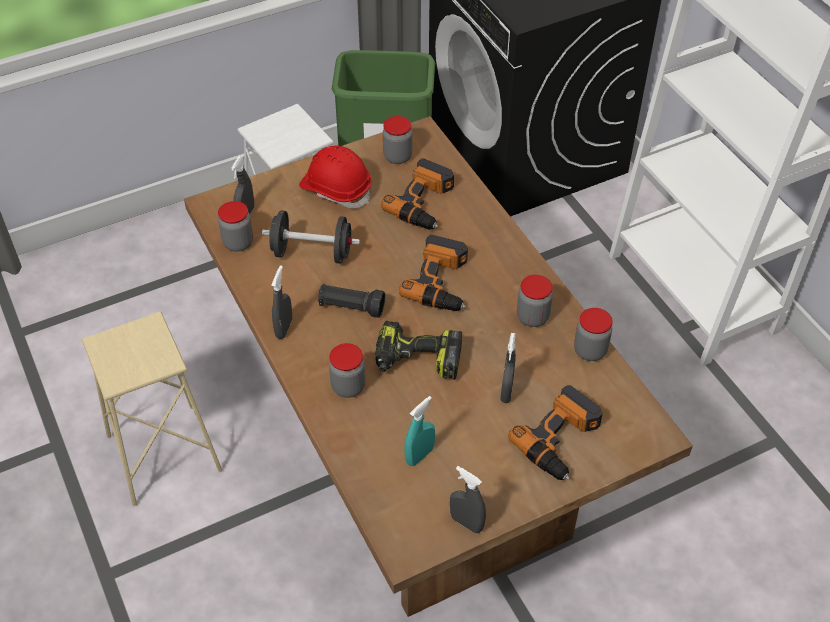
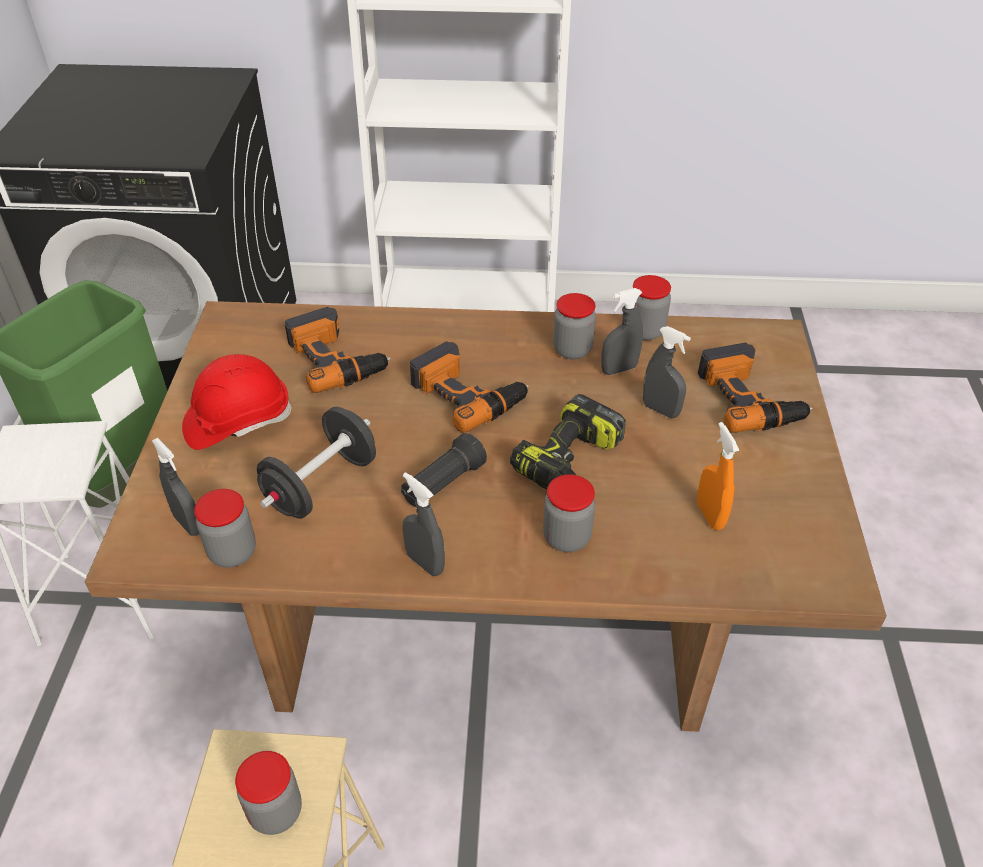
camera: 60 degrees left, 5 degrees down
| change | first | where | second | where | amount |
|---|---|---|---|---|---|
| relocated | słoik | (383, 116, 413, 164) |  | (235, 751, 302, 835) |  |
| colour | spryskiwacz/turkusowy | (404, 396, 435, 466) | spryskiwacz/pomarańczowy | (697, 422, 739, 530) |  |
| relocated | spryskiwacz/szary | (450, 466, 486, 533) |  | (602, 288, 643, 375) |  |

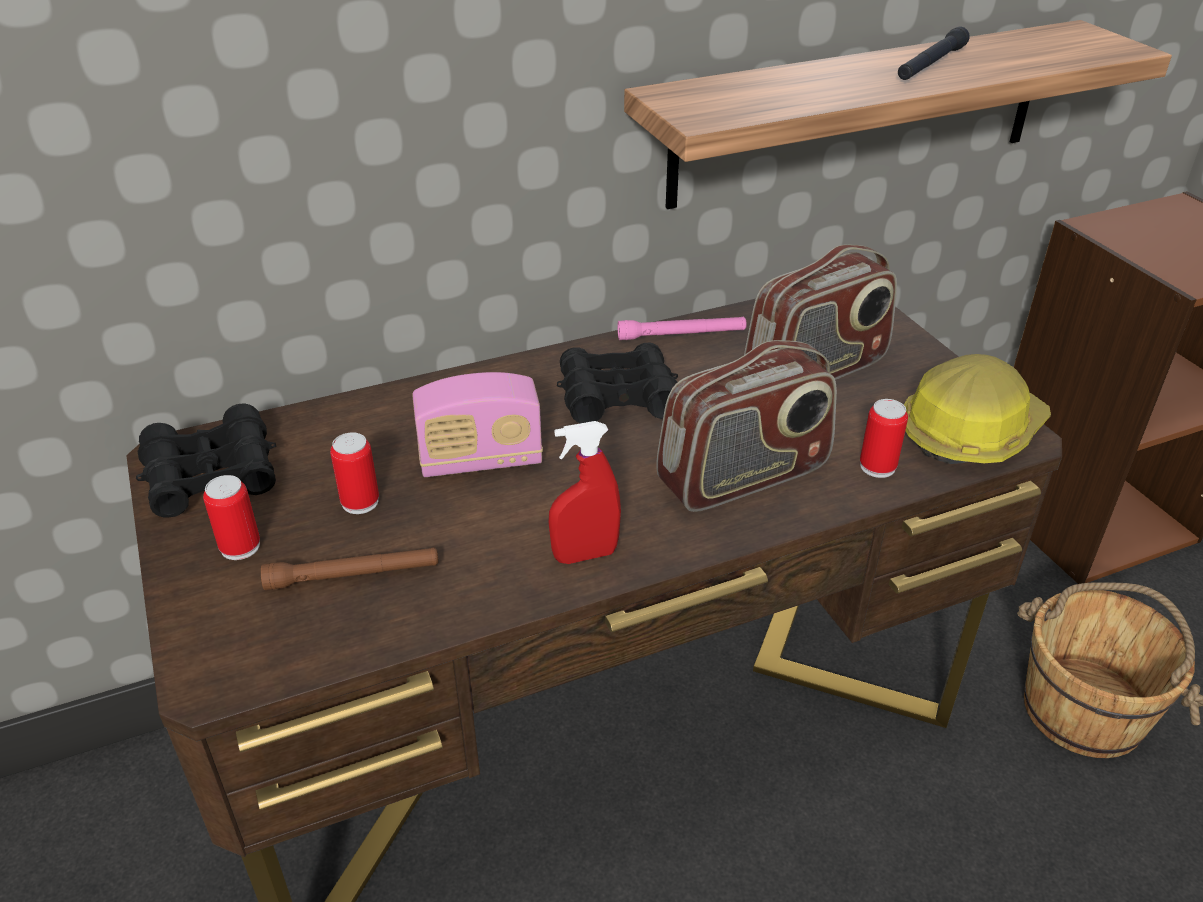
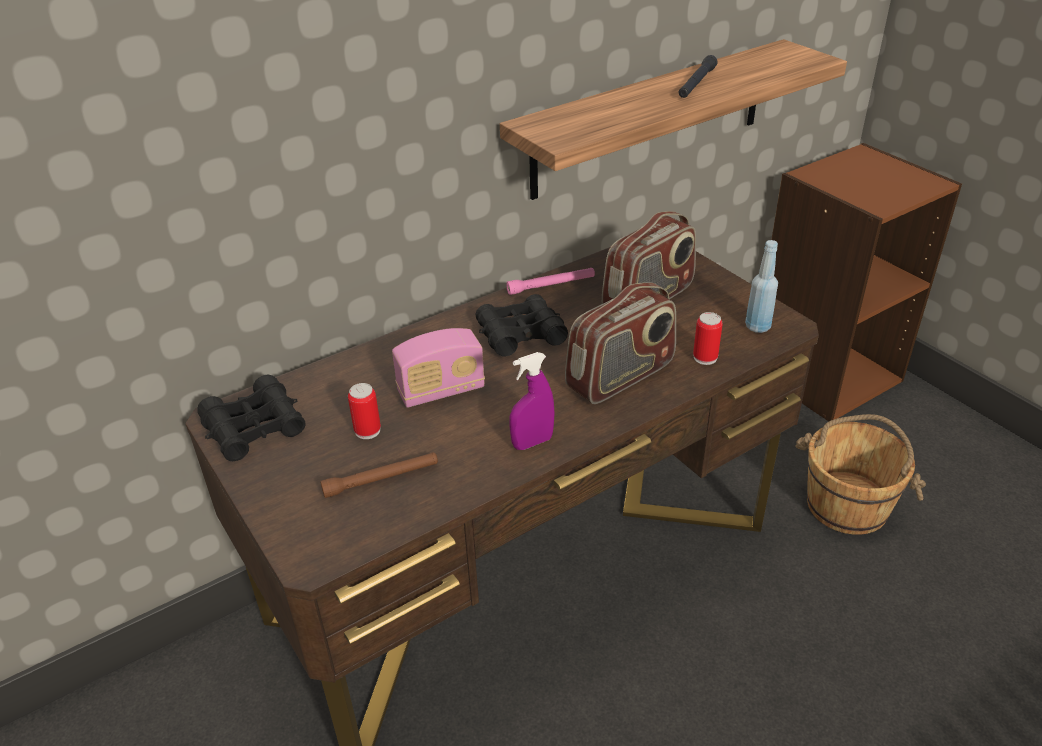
camera: 10 degrees left, 0 degrees up
| change | first | where | second | where | amount |
|---|---|---|---|---|---|
| missing | puszka | (203, 475, 260, 560) |  |  |  |
| colour | spryskiwacz/czerwony | (548, 421, 621, 564) | spryskiwacz/fioletowy | (510, 352, 555, 450) |  |
| exchanged | kask | (904, 354, 1051, 464) | butelka/niebieski | (745, 240, 778, 333) |  |

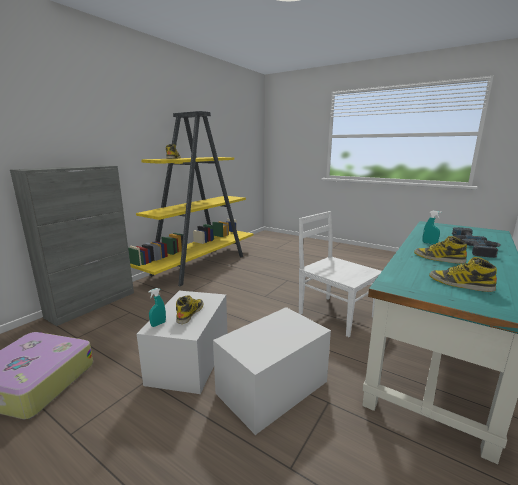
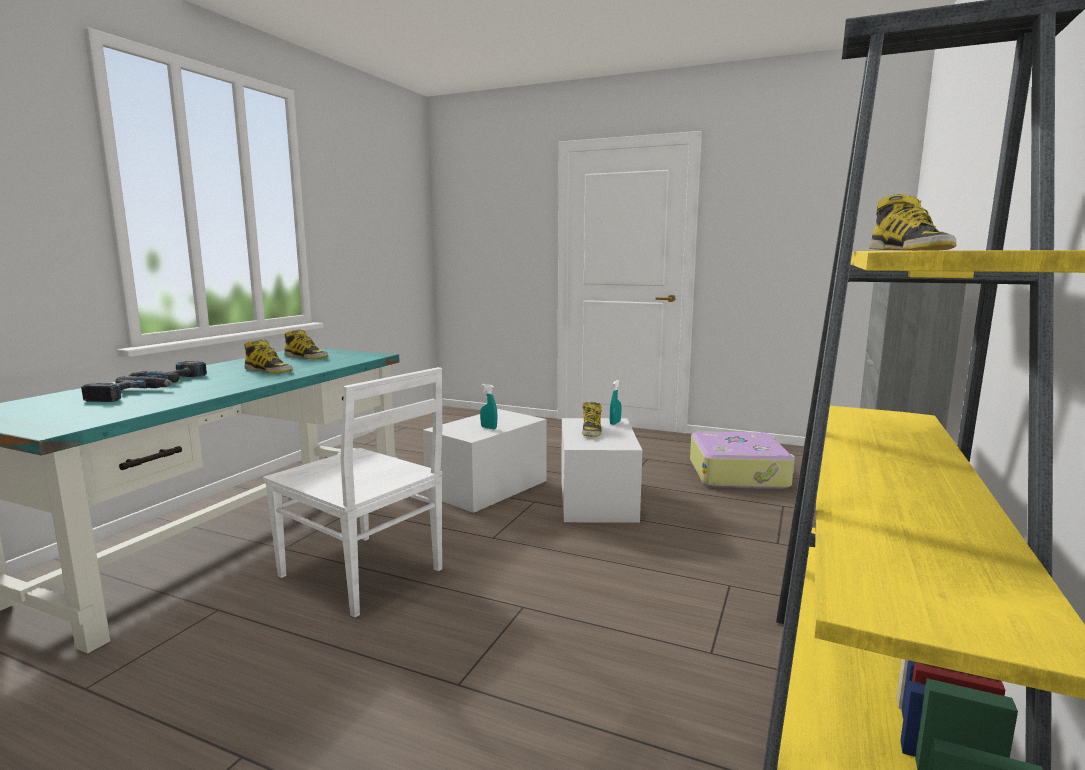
camera: 170 degrees right, 5 degrees down
| change | first | where | second | where | amount |
|---|---|---|---|---|---|
| relocated | spryskiwacz/turkusowy | (423, 211, 441, 244) |  | (480, 384, 498, 429) |  |

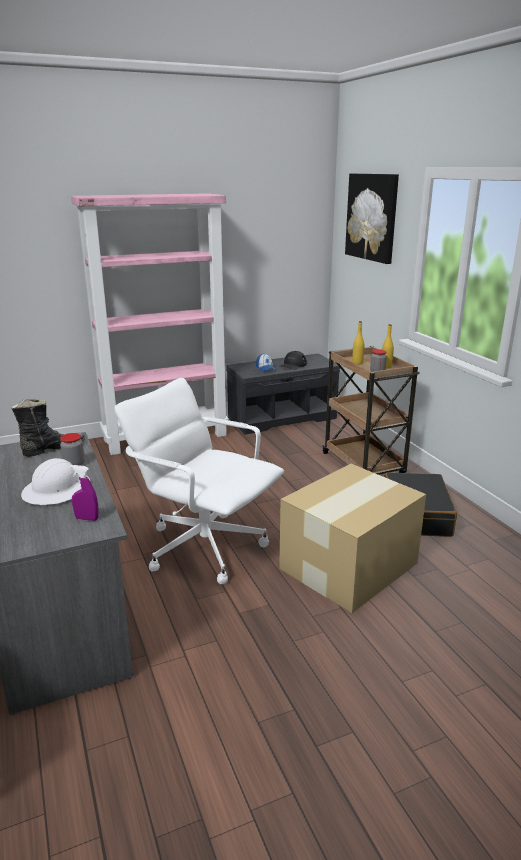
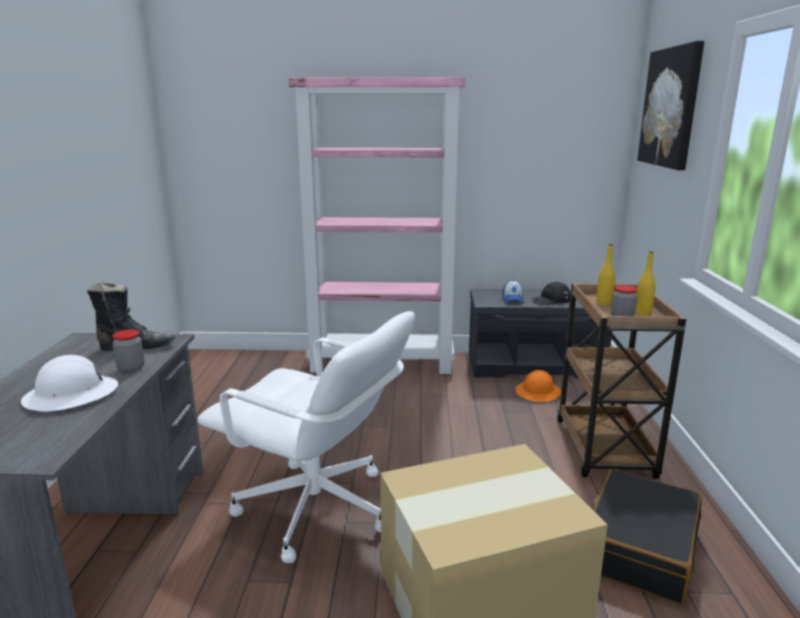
camera: 25 degrees right, 5 degrees down
| change | first | where | second | where | amount |
|---|---|---|---|---|---|
| missing | spryskiwacz/fioletowy | (70, 465, 99, 521) |  |  |  |
| spun | krzesło biurowe/biały | (114, 378, 284, 584) |  | (197, 311, 415, 563) | 150 degrees clockwise |
| appeared |  |  | kask/pomarańczowy | (515, 370, 561, 402) |  |

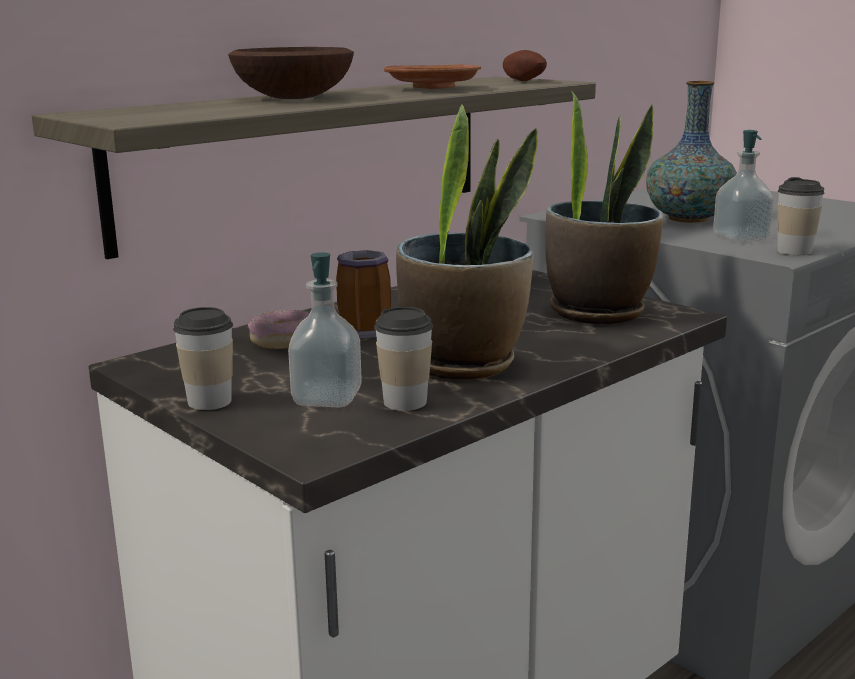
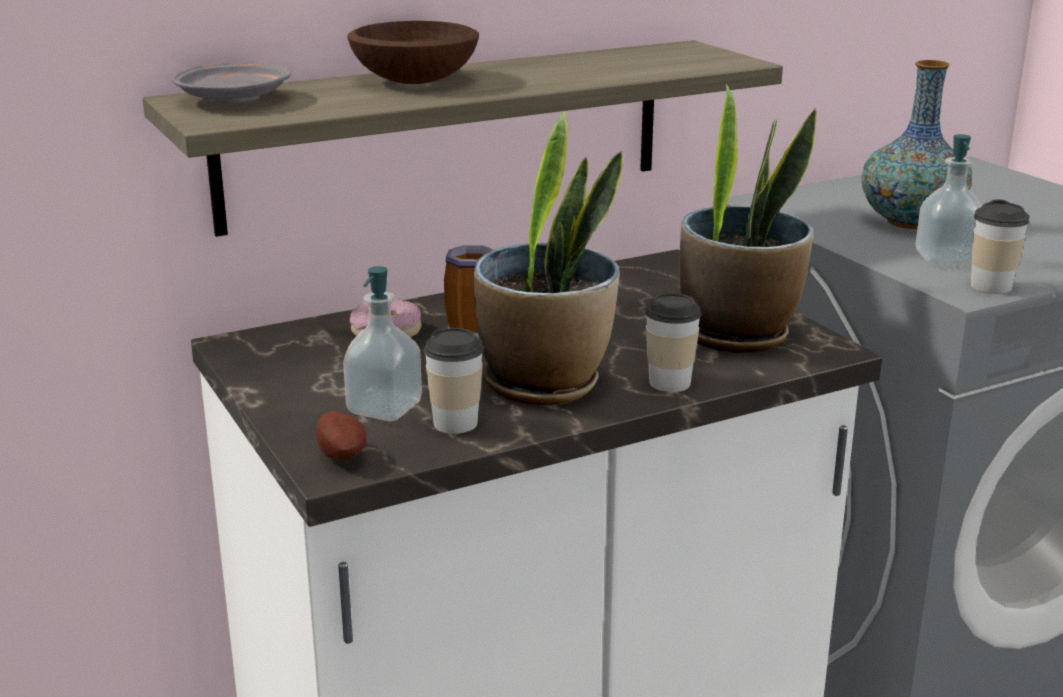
camera: 15 degrees right, 5 degrees up
| change | first | where | second | where | amount |
|---|---|---|---|---|---|
| relocated | filiżanka | (173, 307, 233, 410) |  | (645, 293, 702, 392) |  |
| missing | talerz/brązowy | (384, 64, 481, 89) |  |  |  |
| relocated | ziemniak | (503, 50, 547, 81) |  | (316, 411, 367, 460) |  |
| appeared |  |  | talerz/szary | (172, 62, 291, 104) |  |

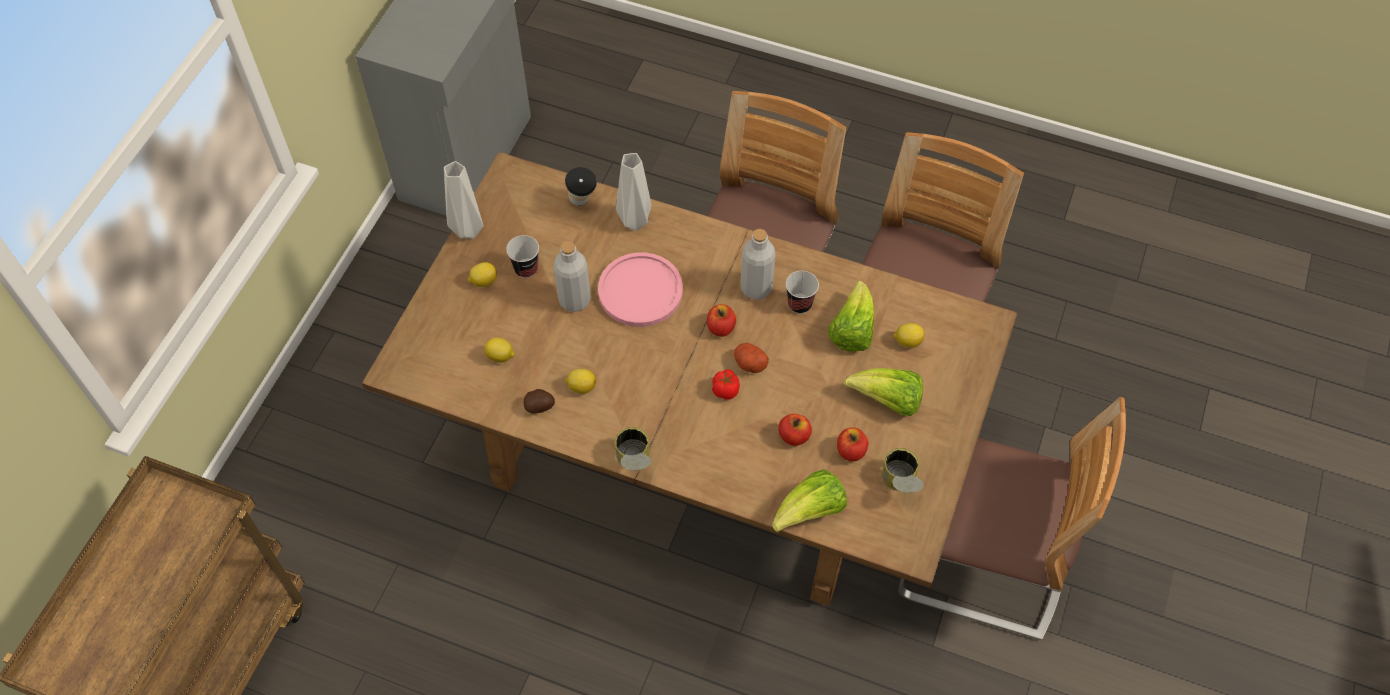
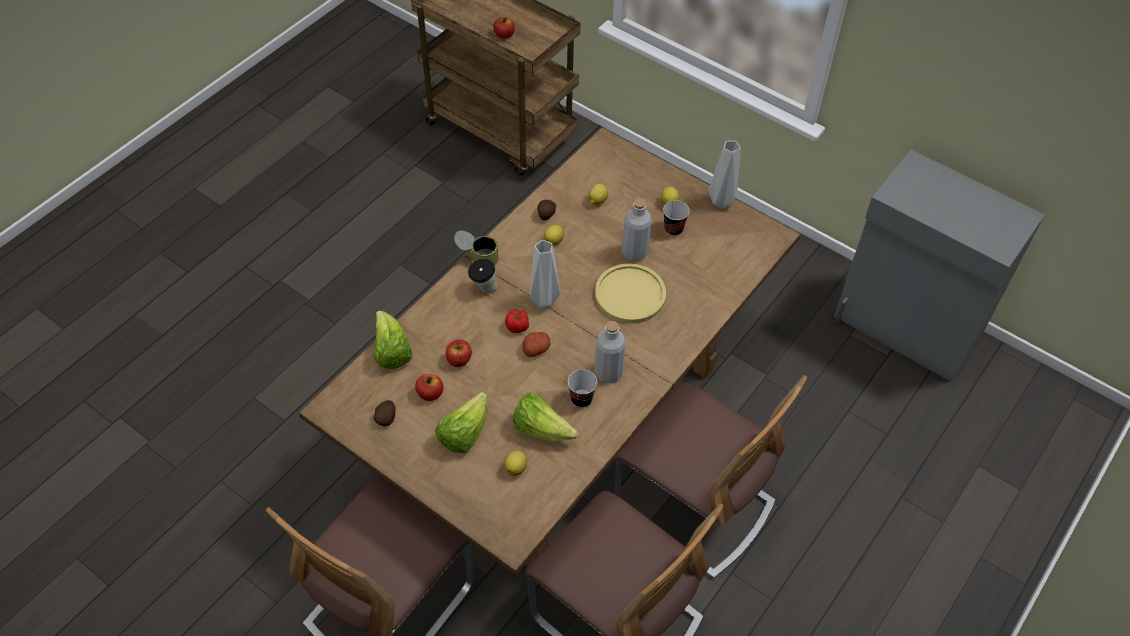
camera: 105 degrees right, 5 degrees down
| change | first | where | second | where | amount |
|---|---|---|---|---|---|
| relocated | filiżanka | (565, 167, 597, 206) |  | (468, 259, 498, 294) |  |
| colour | talerz/różowy | (598, 252, 683, 327) | talerz/żółty | (595, 264, 666, 324) |  |
| relocated | wazon/szary | (616, 153, 651, 231) |  | (529, 240, 560, 308) |  |
| relocated | jabłko | (707, 304, 736, 337) |  | (493, 17, 515, 39) |  |
| exchanged | puszka | (882, 448, 924, 493) | ziemniak | (373, 400, 396, 426) |  |

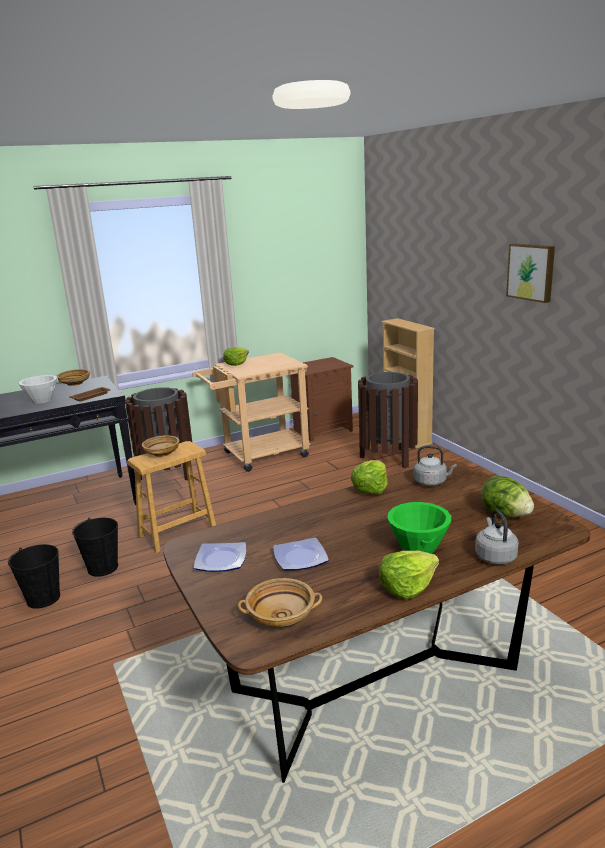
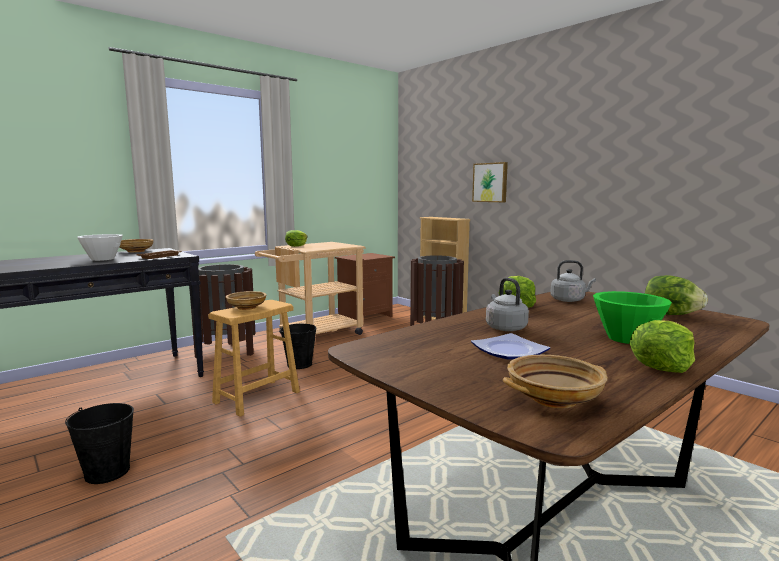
camera: 15 degrees left, 10 degrees down
| change | first | where | second | where | amount |
|---|---|---|---|---|---|
| relocated | wiadro/czarny | (72, 518, 118, 577) |  | (280, 324, 317, 369) |  |
| missing | talerz | (194, 542, 246, 572) |  |  |  |
| relocated | czajnik/szary | (475, 509, 519, 565) |  | (486, 278, 529, 331) |  |
| relocated | obraz | (506, 243, 555, 303) |  | (472, 162, 508, 202) |  |

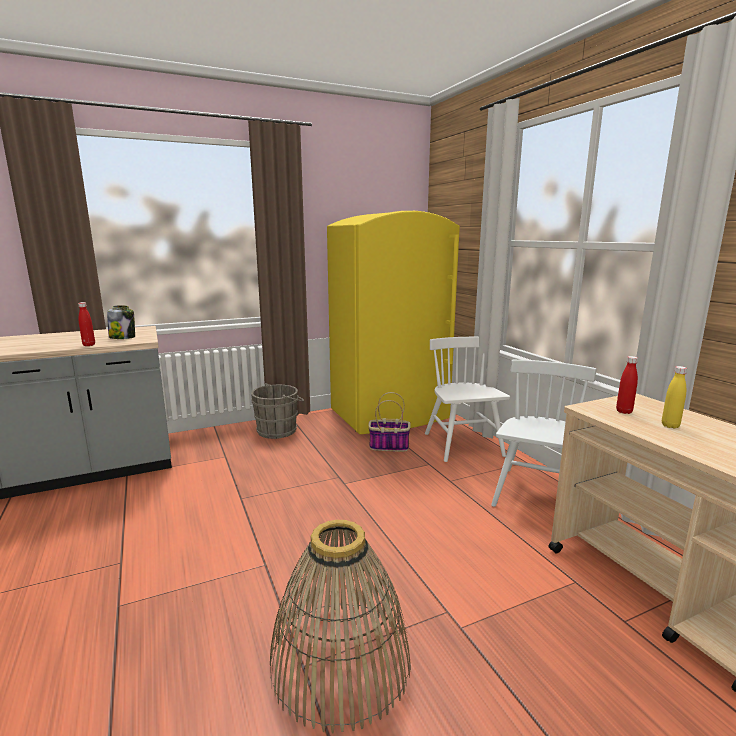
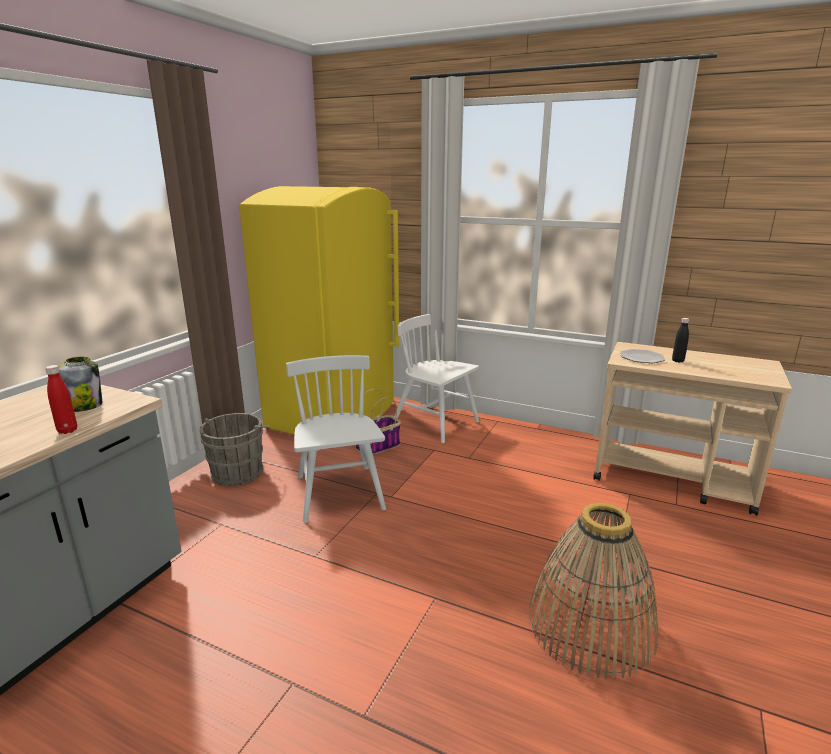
camera: 40 degrees left, 5 degrees up
| change | first | where | second | where | amount |
|---|---|---|---|---|---|
| relocated | krzesło/biały | (491, 360, 596, 507) |  | (286, 355, 386, 523) |  |
| exchanged | butelka/czerwony | (616, 356, 638, 414) | talerz | (620, 349, 665, 363) |  |
| colour | butelka/żółty | (662, 366, 687, 428) | butelka/czarny | (672, 318, 689, 363) |  |

